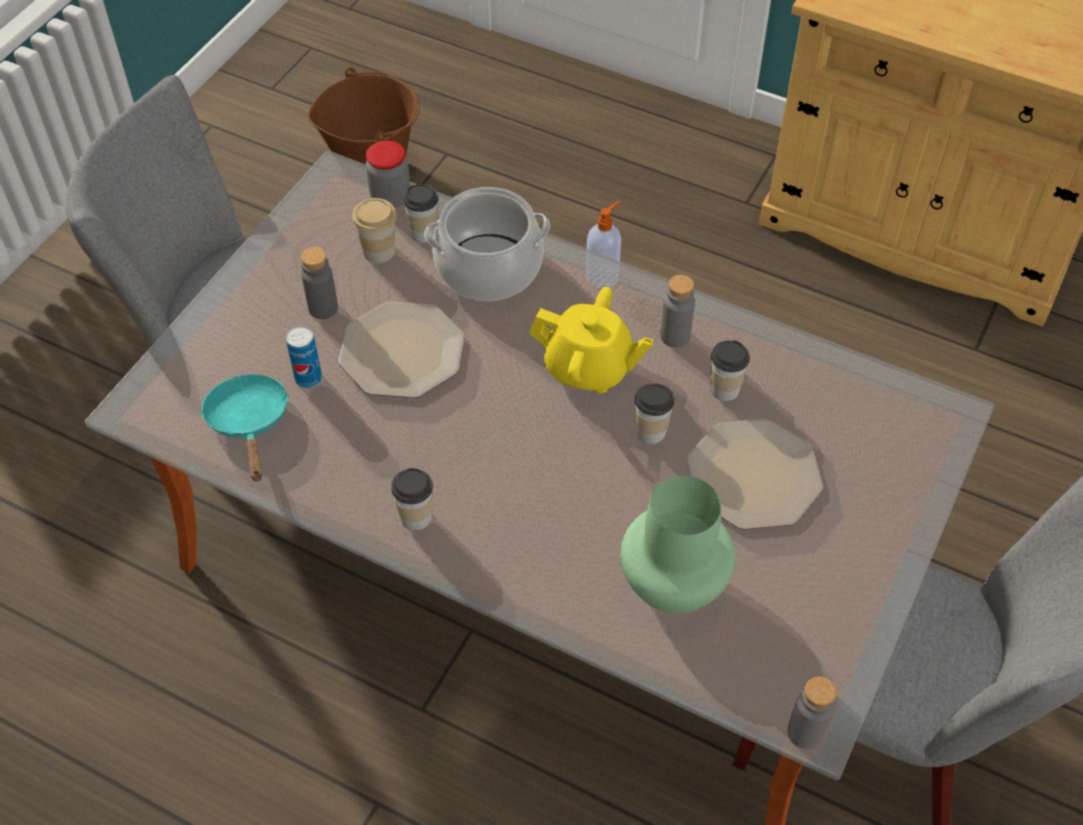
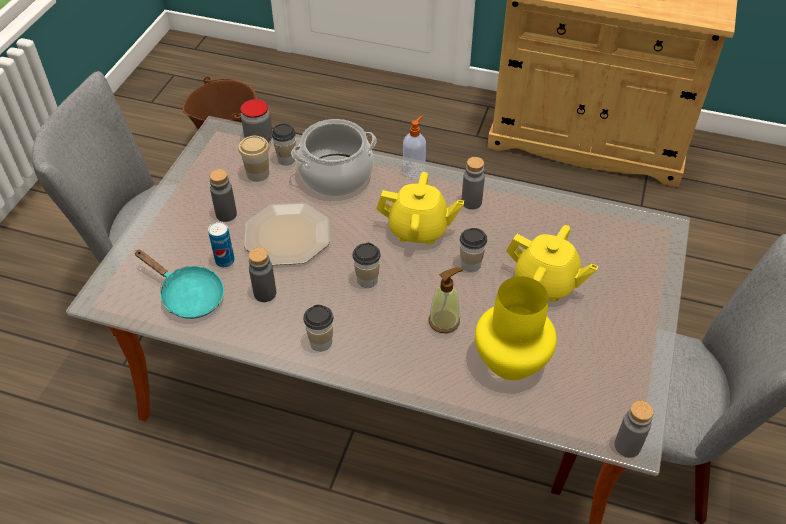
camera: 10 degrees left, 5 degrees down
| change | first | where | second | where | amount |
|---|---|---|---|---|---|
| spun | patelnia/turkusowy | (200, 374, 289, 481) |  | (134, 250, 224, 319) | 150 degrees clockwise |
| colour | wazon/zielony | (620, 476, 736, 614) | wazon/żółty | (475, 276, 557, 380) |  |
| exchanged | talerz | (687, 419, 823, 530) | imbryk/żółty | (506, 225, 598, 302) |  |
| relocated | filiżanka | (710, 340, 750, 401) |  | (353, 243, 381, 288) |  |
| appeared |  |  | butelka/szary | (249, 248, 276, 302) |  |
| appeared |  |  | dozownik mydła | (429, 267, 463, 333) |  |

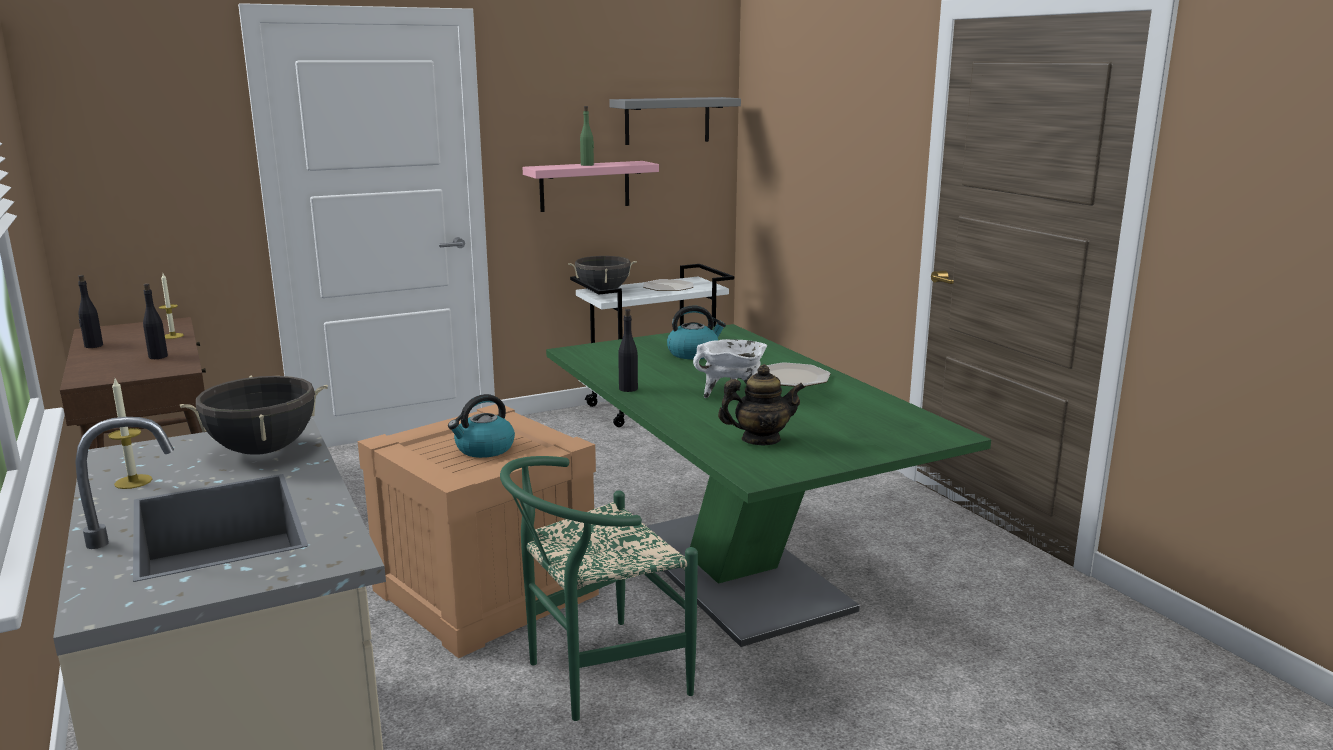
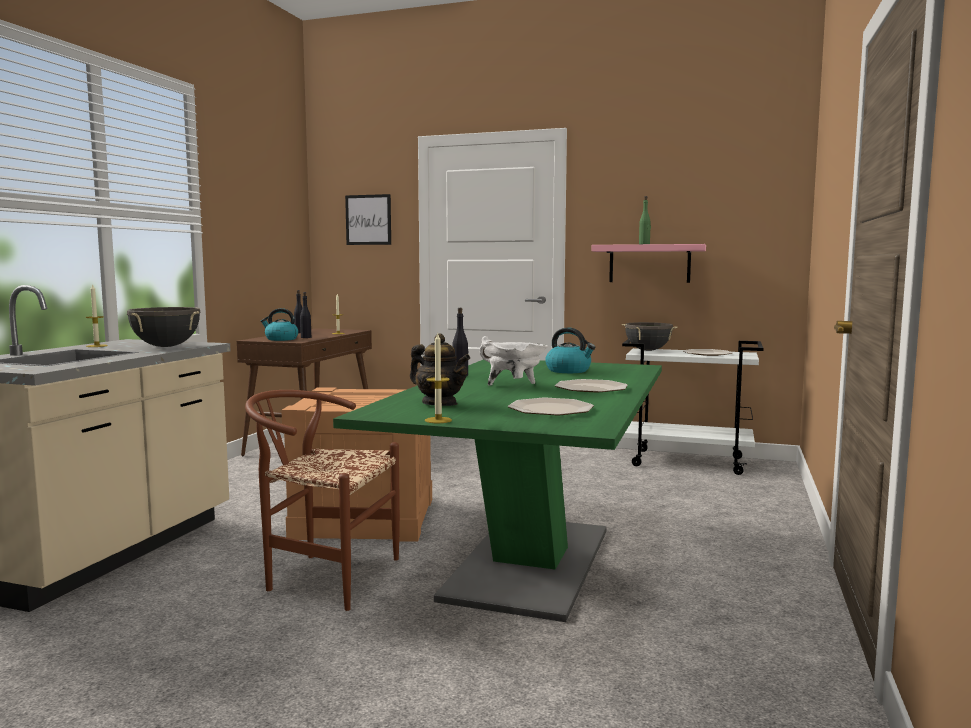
camera: 45 degrees right, 10 degrees down
| change | first | where | second | where | amount |
|---|---|---|---|---|---|
| relocated | czajnik | (448, 394, 515, 458) |  | (261, 308, 299, 341) |  |
| colour | krzesło/zielony | (500, 456, 698, 721) | krzesło/brązowy | (245, 390, 400, 611) |  |
| missing | półka/szary | (609, 97, 741, 145) |  |  |  |
| appeared |  |  | obraz | (345, 194, 391, 245) |  |
| appeared |  |  | świeca | (425, 332, 452, 423) |  |
| appeared |  |  | talerz | (508, 398, 594, 415) |  |

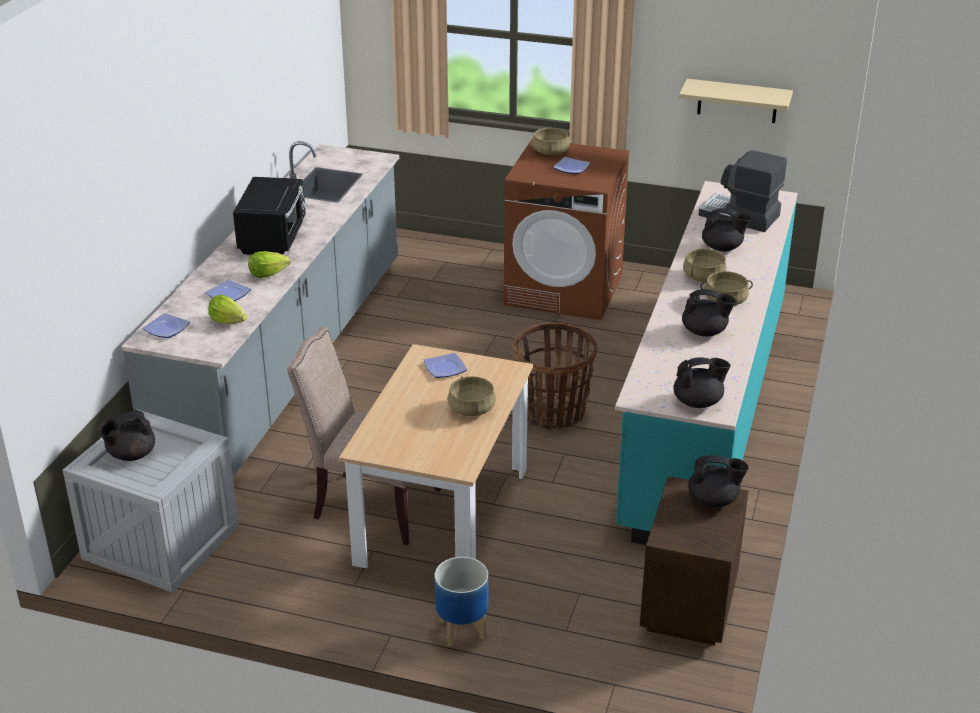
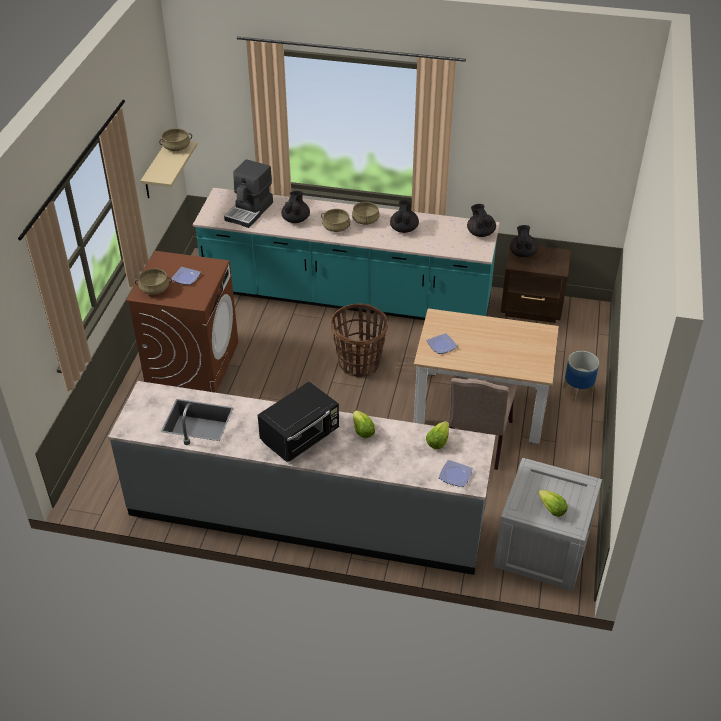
camera: 95 degrees left, 10 degrees up
| change | first | where | second | where | amount |
|---|---|---|---|---|---|
| exchanged | imbryk/czarny | (98, 410, 155, 461) | sałata | (538, 490, 568, 517) |  |
| missing | talerz | (205, 279, 251, 301) |  |  |  |
| spun | mikrofalówka/czarny | (233, 177, 306, 255) |  | (258, 382, 339, 462) | 135 degrees clockwise |
| relocated | garnek/beżowy | (447, 376, 496, 416) |  | (159, 128, 192, 151) |  |

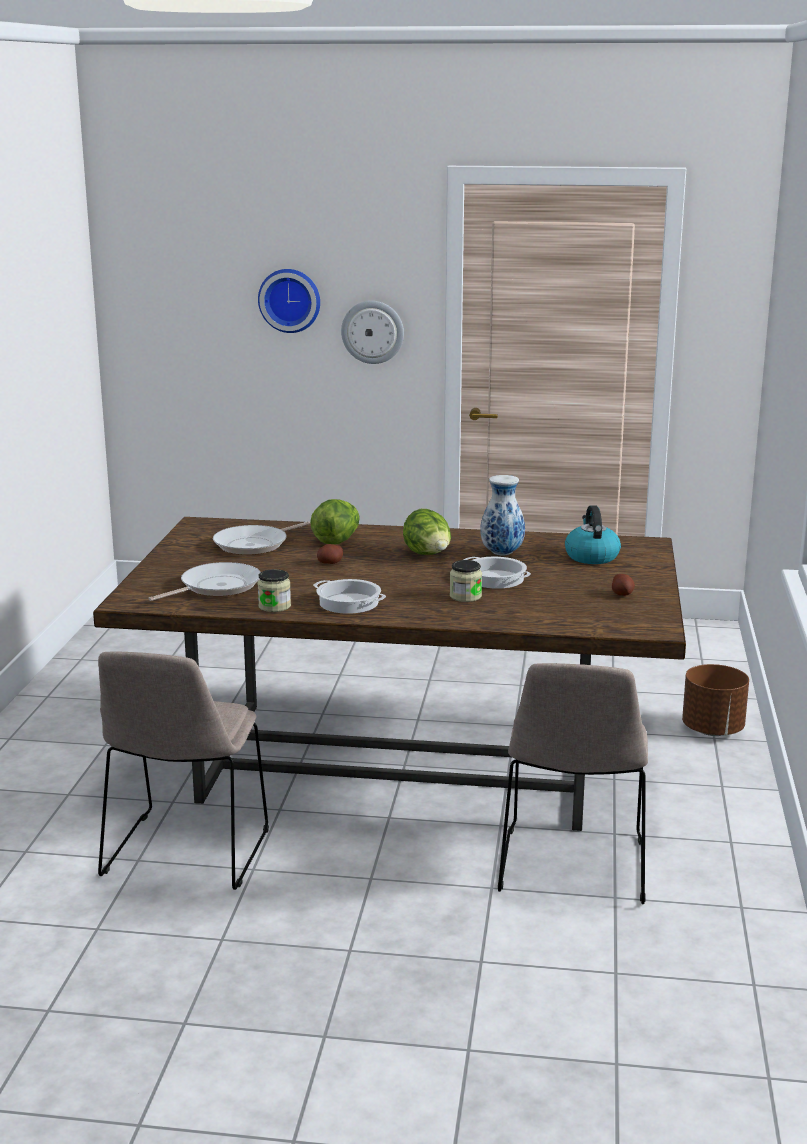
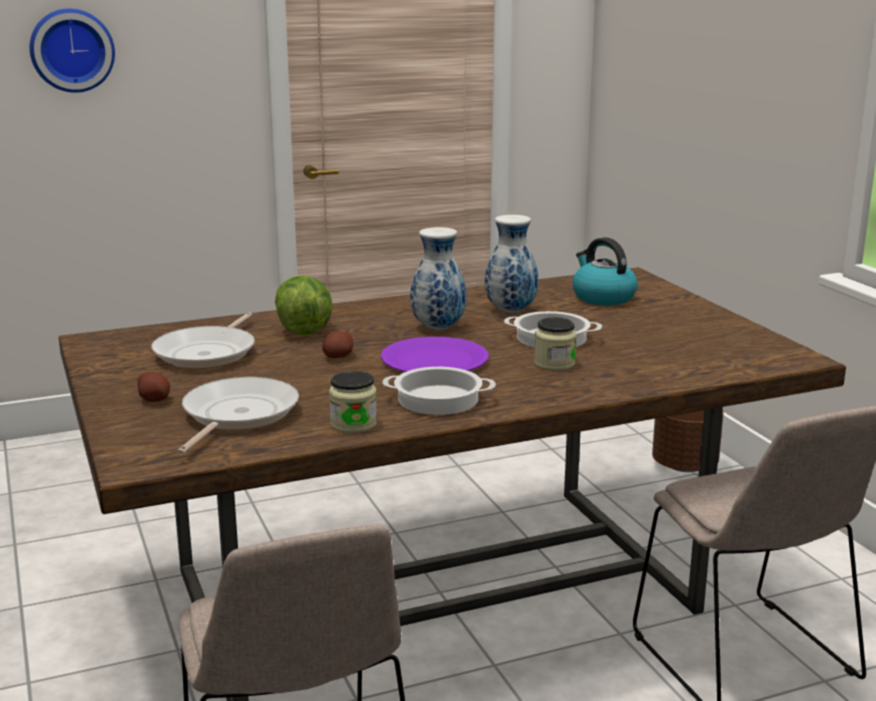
camera: 30 degrees left, 0 degrees up
| change | first | where | second | where | amount |
|---|---|---|---|---|---|
| missing | zegar ścienny | (341, 301, 404, 364) |  |  |  |
| exchanged | sałata | (403, 509, 451, 555) | wazon | (410, 227, 466, 330) |  |
| relocated | ziemniak | (612, 574, 635, 596) |  | (137, 372, 170, 402) |  |
| appeared |  |  | talerz/fioletowy | (381, 337, 489, 372) |  |

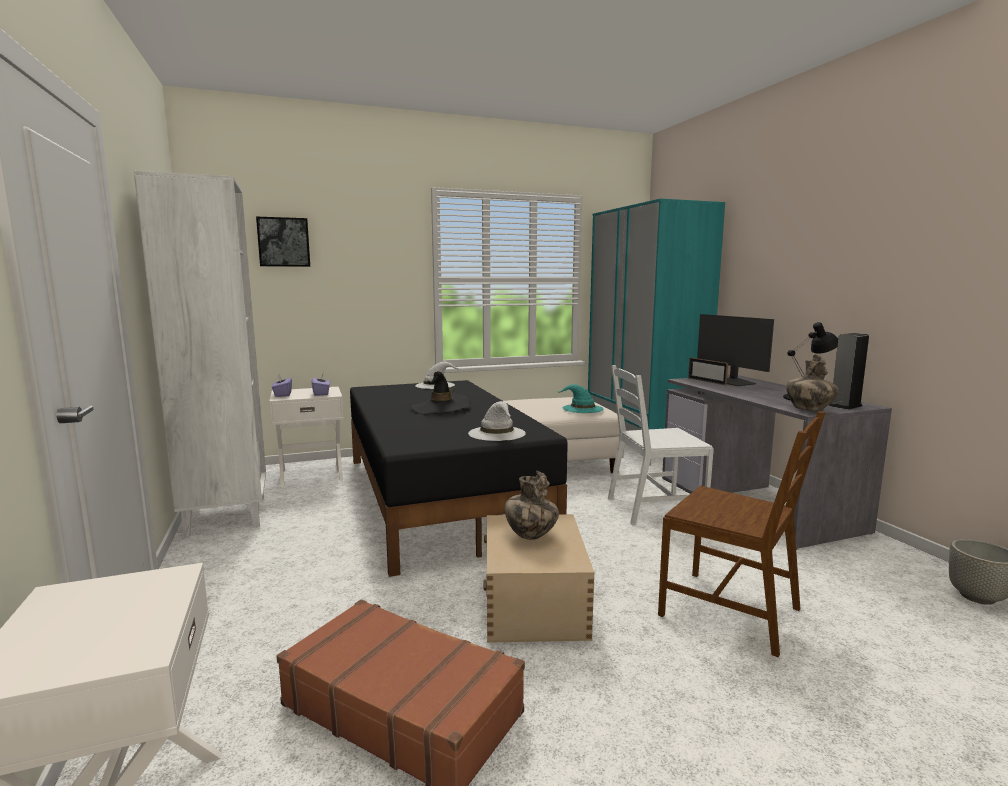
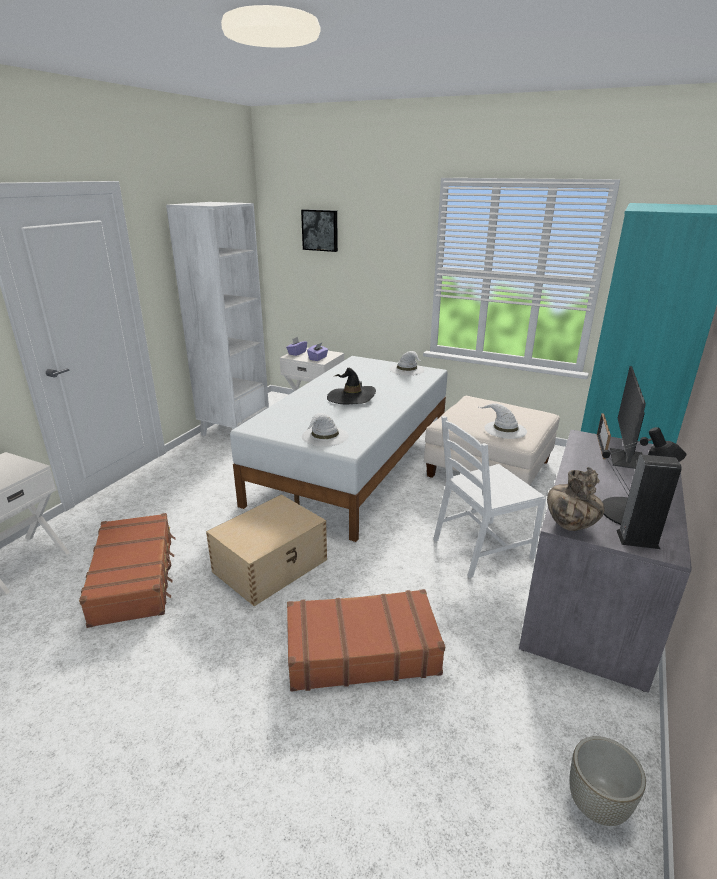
camera: 45 degrees right, 15 degrees up
| change | first | where | second | where | amount |
|---|---|---|---|---|---|
| colour | łóżko/czarny | (350, 380, 568, 577) | łóżko/biały | (230, 356, 448, 542) |  |
| missing | wazon | (504, 471, 559, 540) |  |  |  |
| colour | kapelusz/turkusowy | (556, 384, 604, 413) | kapelusz/biały | (479, 403, 527, 439) |  |
| spun | krzesło/biały | (608, 365, 714, 525) |  | (433, 416, 546, 578) | 60 degrees counterclockwise |
| exchanged | krzesło/brązowy | (658, 411, 825, 658) | walizka/brązowy | (287, 589, 445, 692) |  |

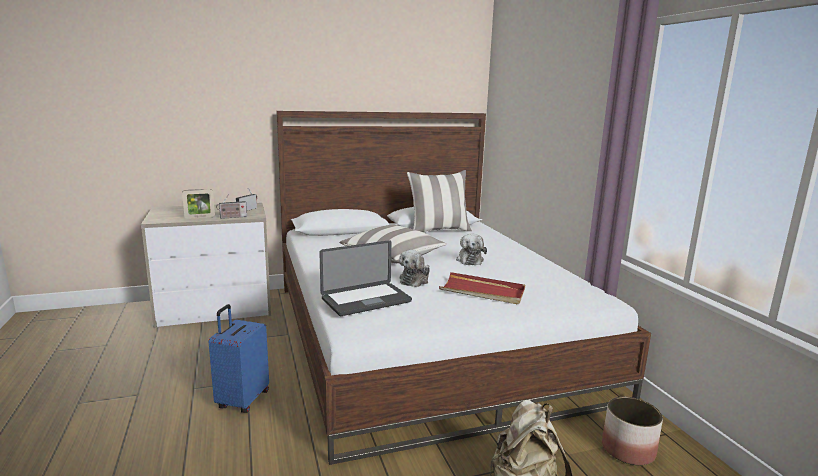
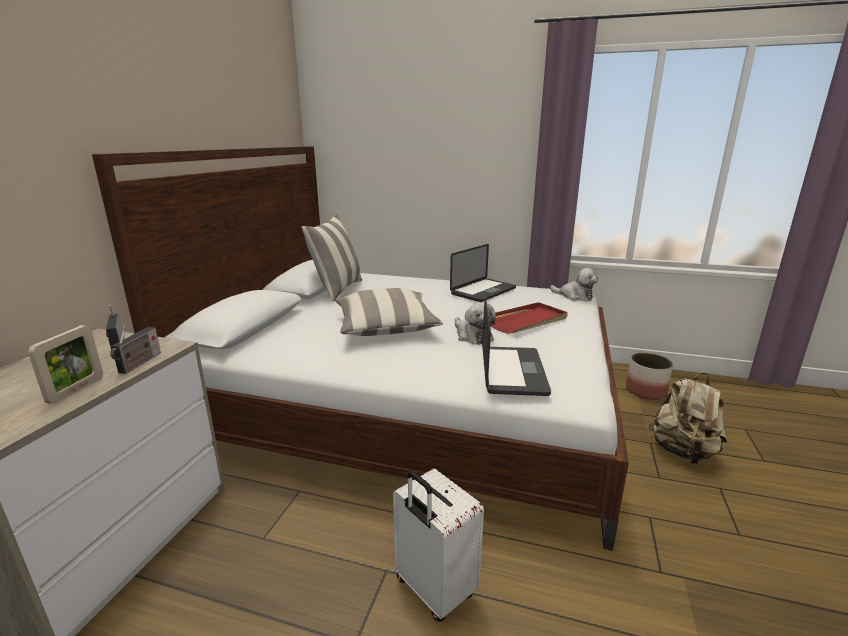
camera: 55 degrees left, 5 degrees up
| change | first | where | second | where | amount |
|---|---|---|---|---|---|
| colour | walizka/niebieski | (209, 304, 269, 413) | walizka/biały | (393, 469, 484, 622) |  |
| relocated | pluszak | (456, 233, 487, 265) |  | (550, 268, 598, 301) |  |
| appeared |  |  | laptop | (450, 244, 516, 302) |  |

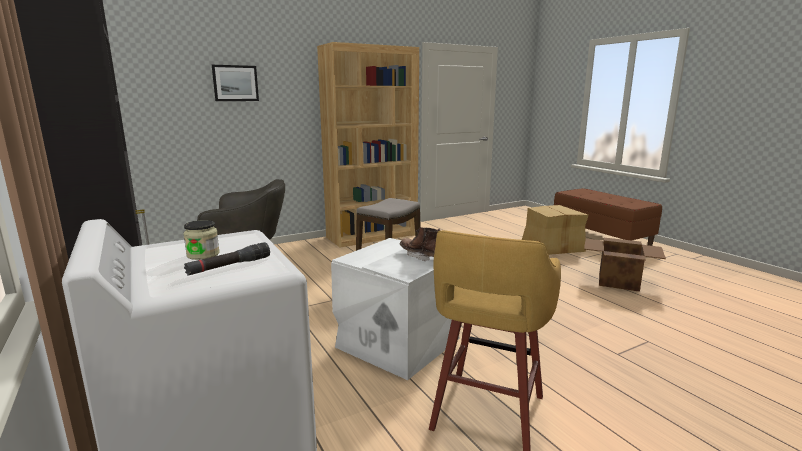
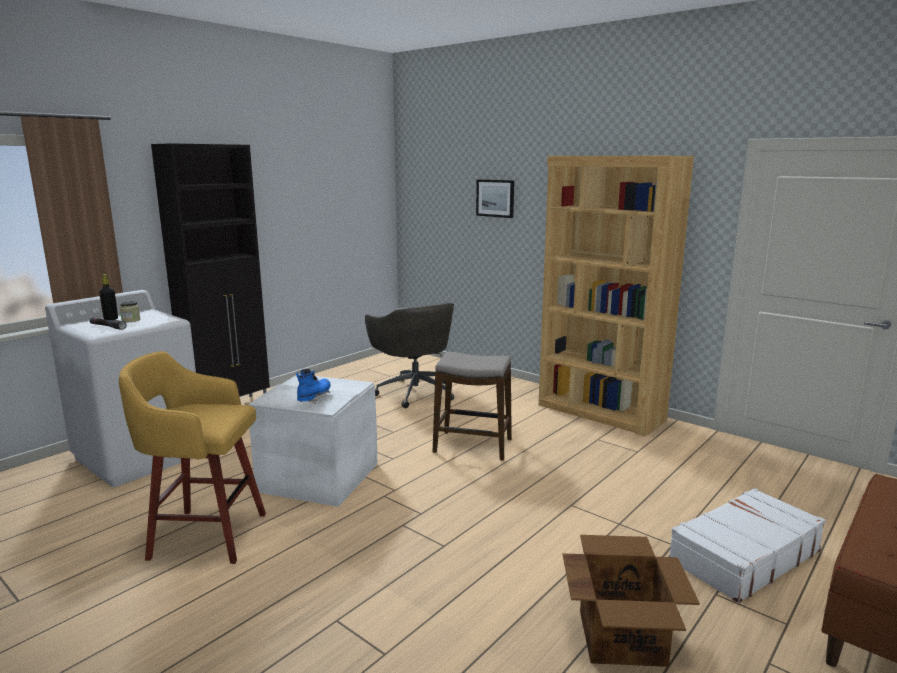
camera: 70 degrees right, 0 degrees up
| change | first | where | second | where | amount |
|---|---|---|---|---|---|
| colour | but z cholewką/brązowy | (400, 227, 440, 261) | but z cholewką/niebieski | (296, 369, 330, 404) |  |
| exchanged | karton | (522, 205, 589, 255) | walizka/biały | (669, 488, 826, 603) |  |
| appeared |  |  | butelka/czarny | (99, 274, 118, 320) |  |

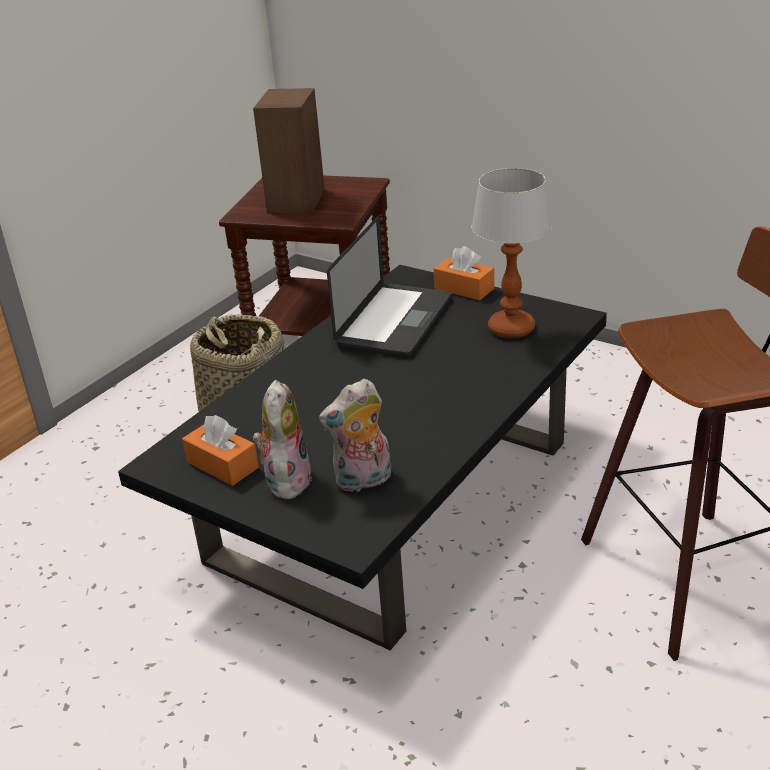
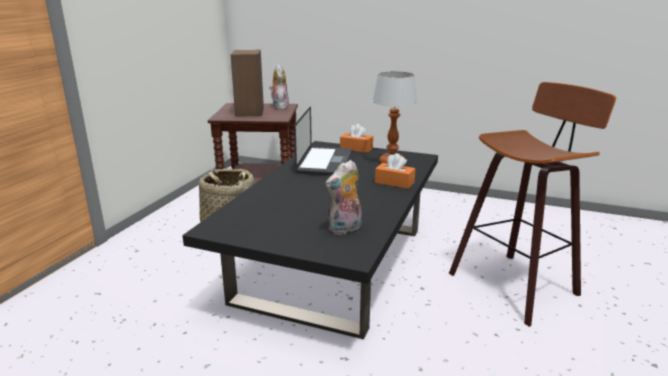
camera: 15 degrees left, 10 degrees down
| change | first | where | second | where | amount |
|---|---|---|---|---|---|
| relocated | pudełko chusteczek/pomarańczowy | (182, 415, 259, 486) |  | (375, 153, 416, 189) |  |
| relocated | pluszak | (253, 380, 312, 499) |  | (269, 64, 289, 109) |  |

